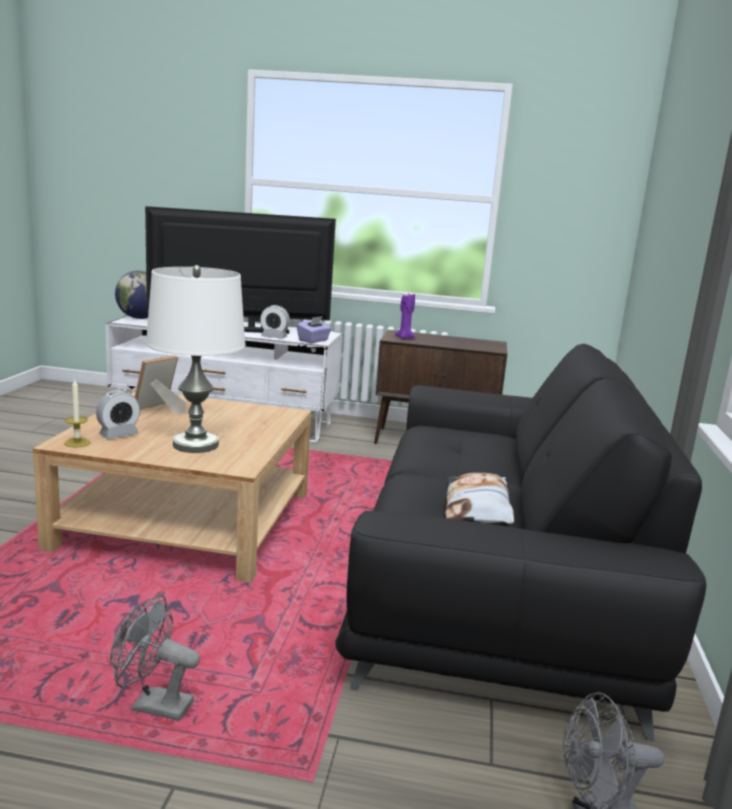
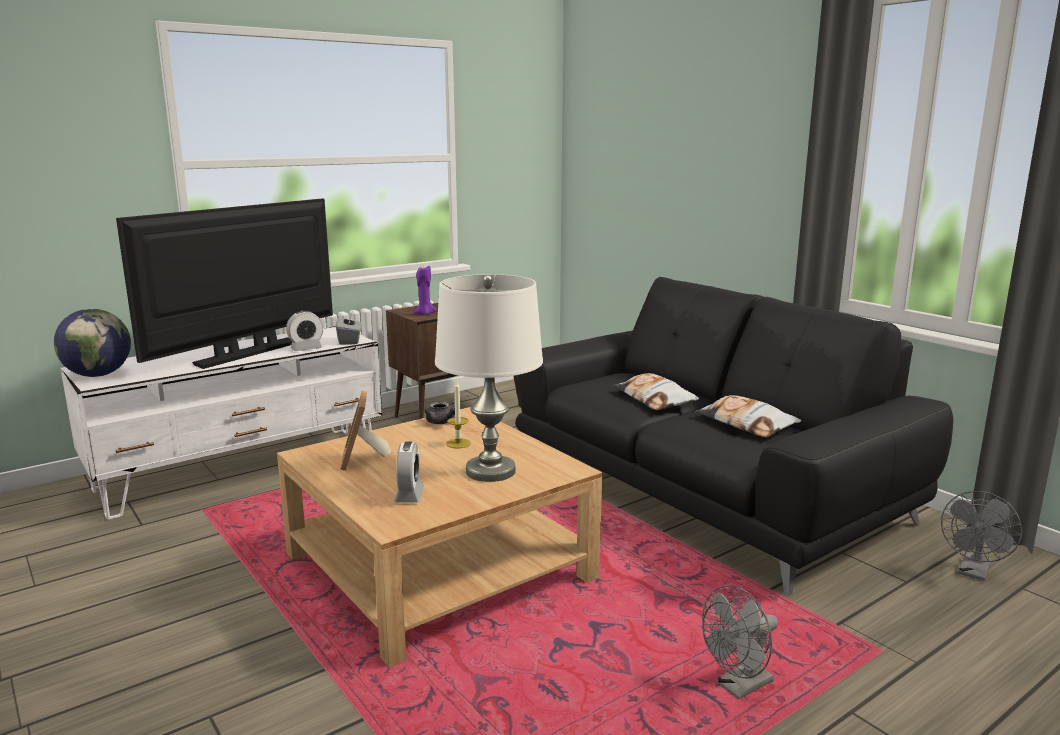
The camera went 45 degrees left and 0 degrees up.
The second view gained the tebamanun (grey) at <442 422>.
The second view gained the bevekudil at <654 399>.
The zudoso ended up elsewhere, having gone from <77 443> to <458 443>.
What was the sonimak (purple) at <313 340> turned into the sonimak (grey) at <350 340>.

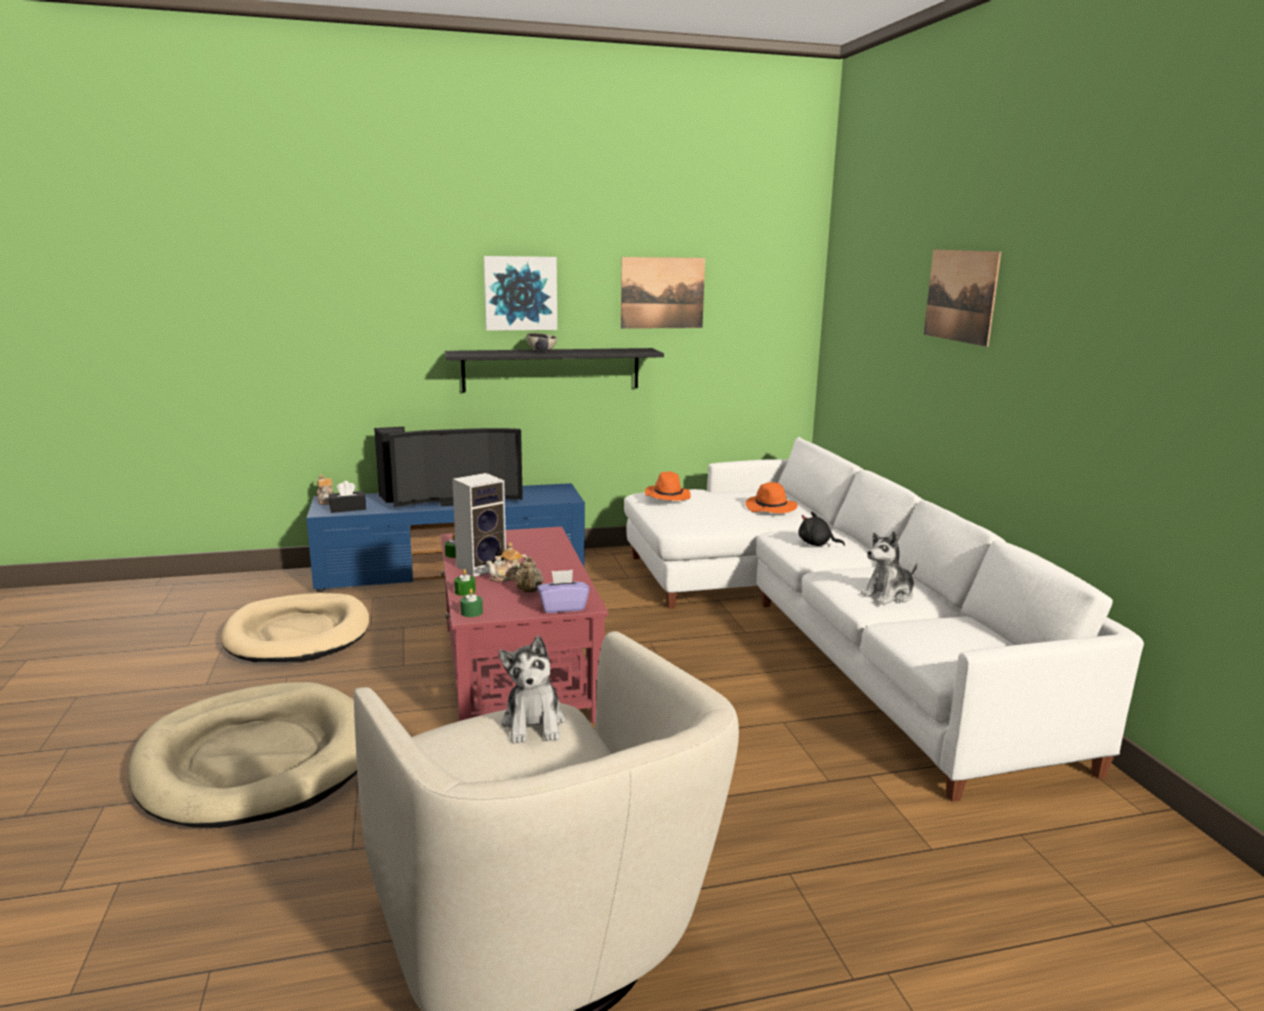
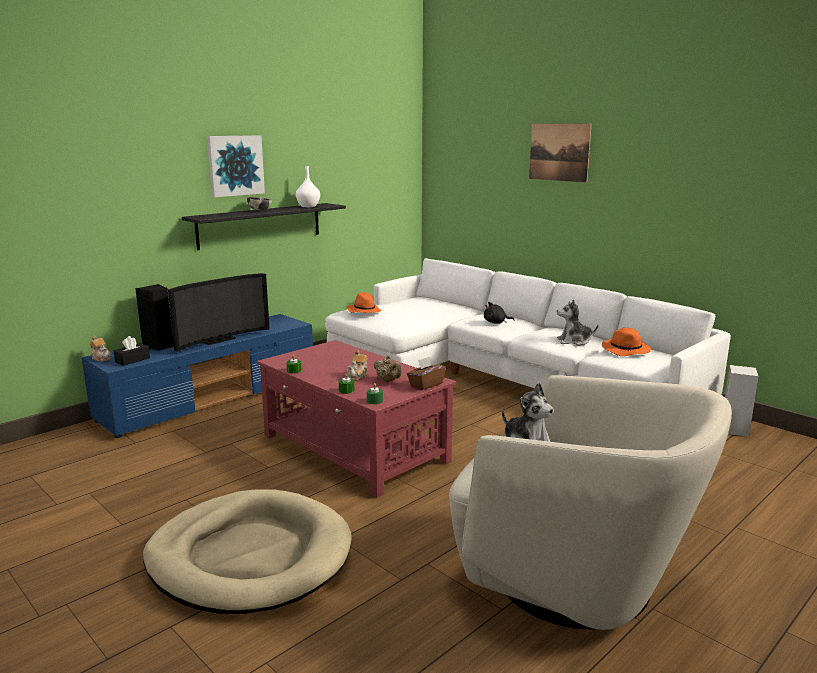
The camera went 30 degrees left and 0 degrees up.
The second view lost the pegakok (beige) at <298 634>.
The second view lost the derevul at <662 293>.
The second view gained the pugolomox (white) at <308 206>.
The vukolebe ended up elsewhere, having gone from <482 566> to <733 429>.
The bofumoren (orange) ended up elsewhere, having gone from <771 508> to <626 350>.
What was the sonimak (purple) at <562 607> turned into the sonimak (brown) at <426 385>.
The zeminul at <889 595> ended up facing another way, 60 degrees clockwise from before.

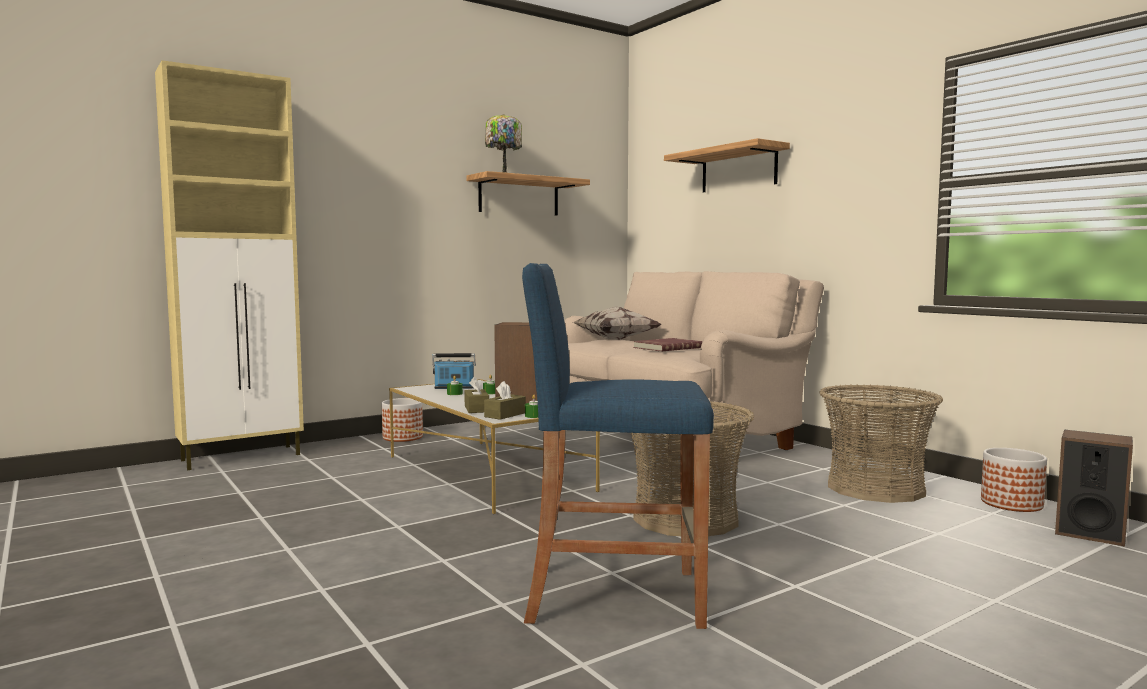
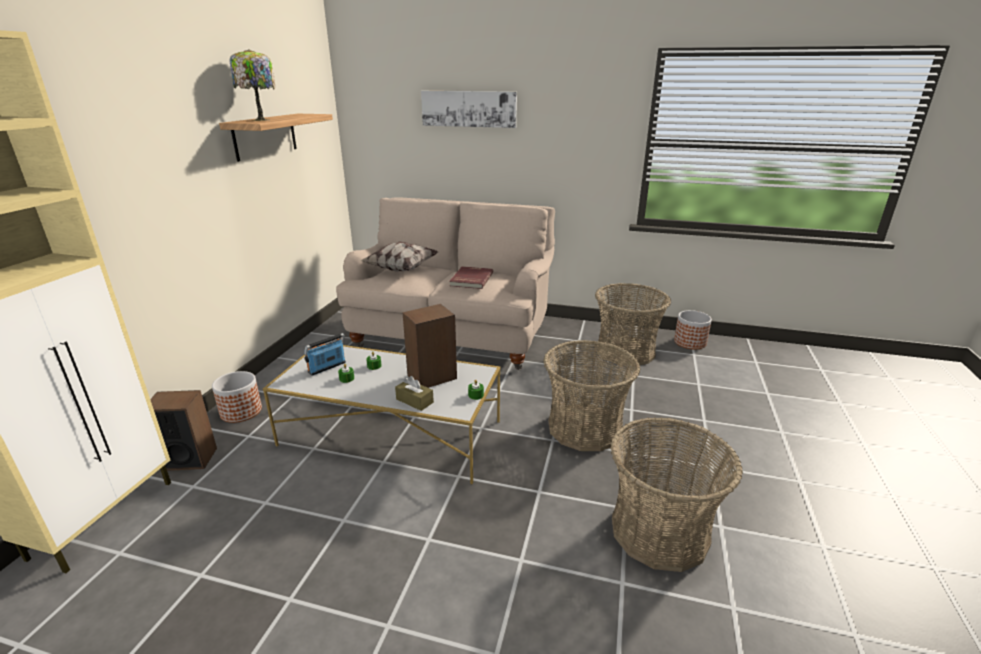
The camera went 40 degrees left and 20 degrees up.
The second view lost the sonimak (brown) at <505 415>.
The vukolebe ended up elsewhere, having gone from <1089 533> to <190 459>.
Where the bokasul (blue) stood at <614 596>, the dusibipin came to stand at <659 531>.
Where the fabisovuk hung at <738 169>, the derevul came to hang at <469 108>.

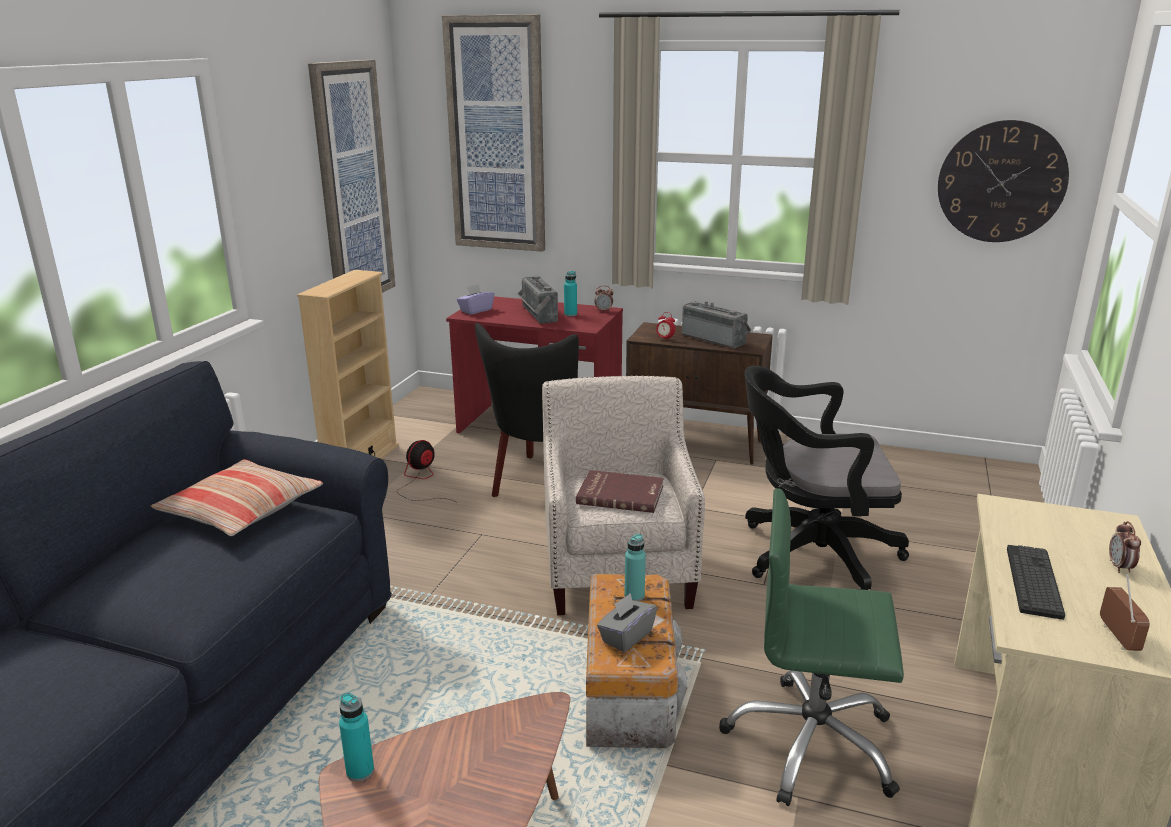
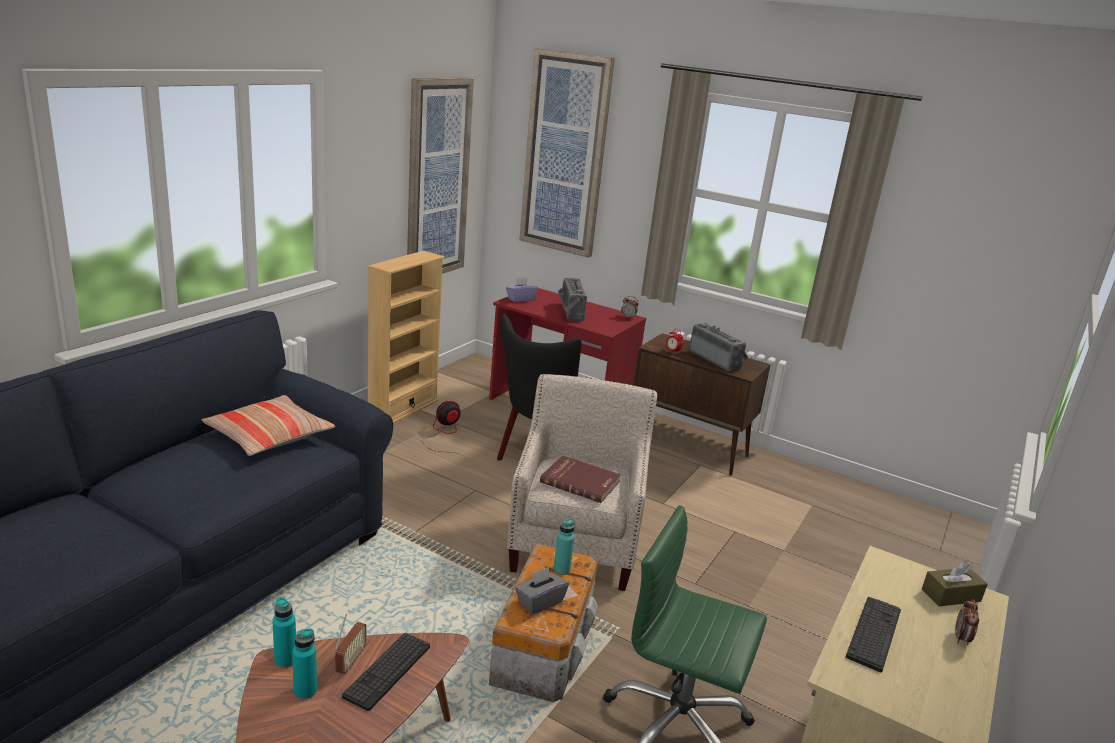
The camera went 10 degrees right and 0 degrees up.
The second view lost the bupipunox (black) at <810 555>.
The second view lost the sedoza at <1001 182>.
The second view gained the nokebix at <388 671>.
The second view gained the sonimak (brown) at <951 595>.
The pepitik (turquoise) ended up elsewhere, having gone from <570 314> to <305 691>.
The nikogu ended up elsewhere, having gone from <1117 637> to <350 661>.

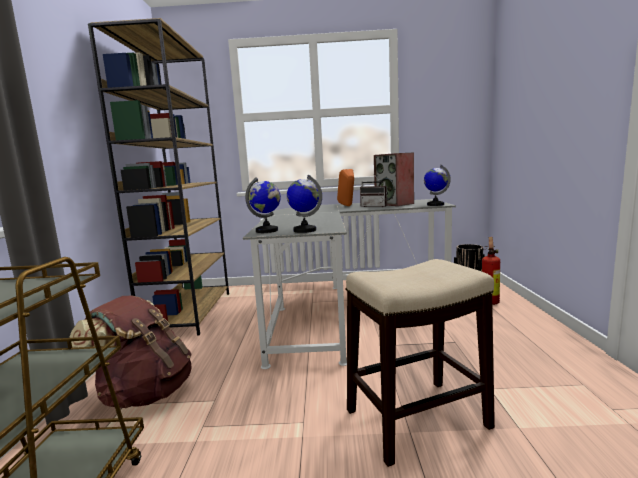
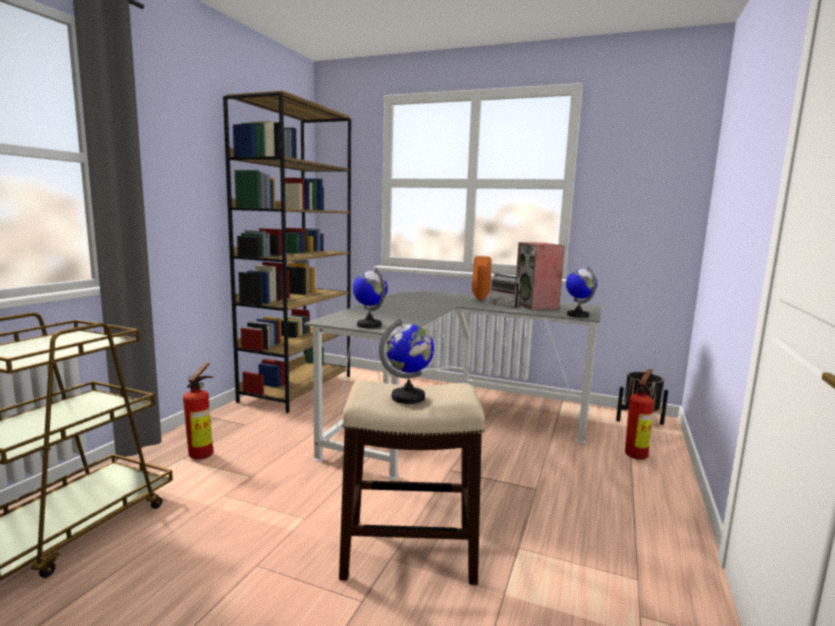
The camera went 20 degrees right and 0 degrees up.
The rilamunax ended up elsewhere, having gone from <267 231> to <408 397>.
Where the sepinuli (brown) stood at <145 393>, the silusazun came to stand at <204 454>.

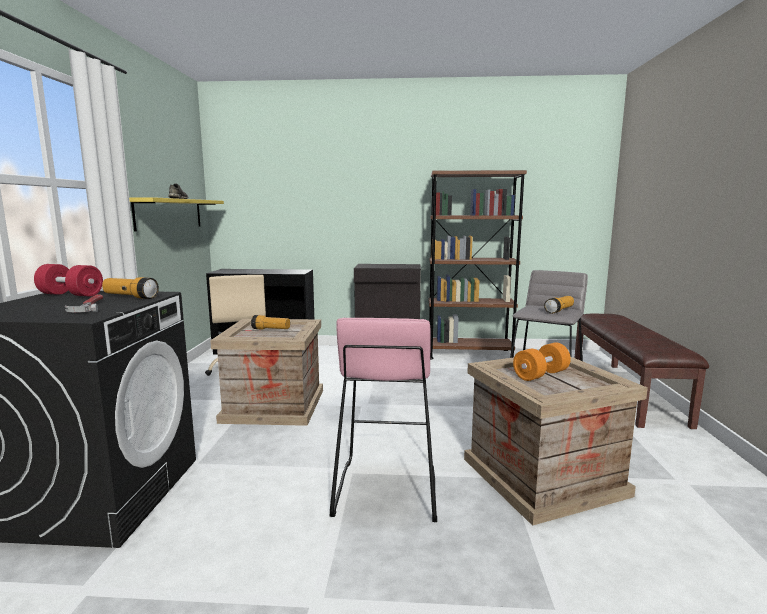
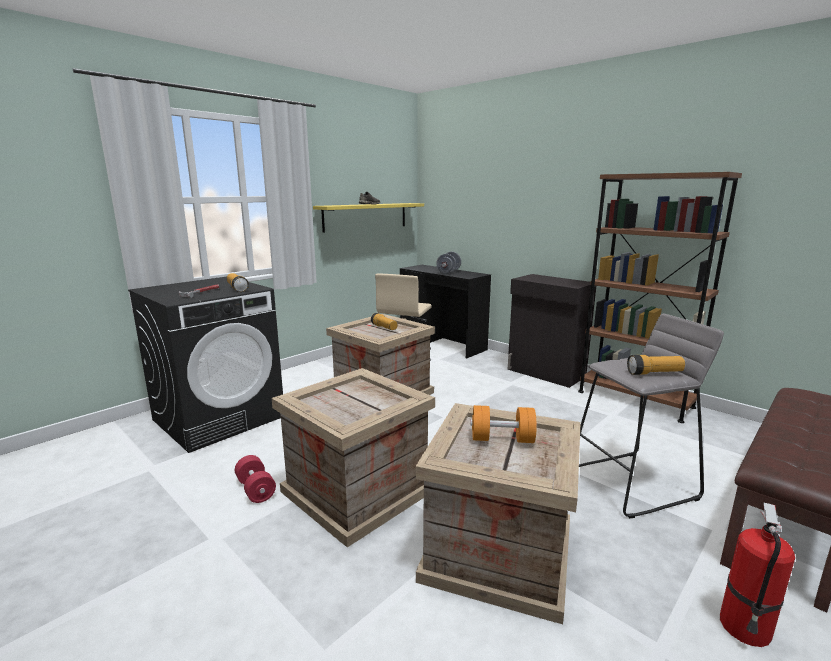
The camera went 40 degrees right and 5 degrees up.
The second view gained the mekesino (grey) at <448 272>.
The second view gained the silusazun at <745 629>.
The mekesino (red) ended up elsewhere, having gone from <71 295> to <256 489>.
Where the bokasul (pink) stood at <385 490>, the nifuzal came to stand at <355 492>.

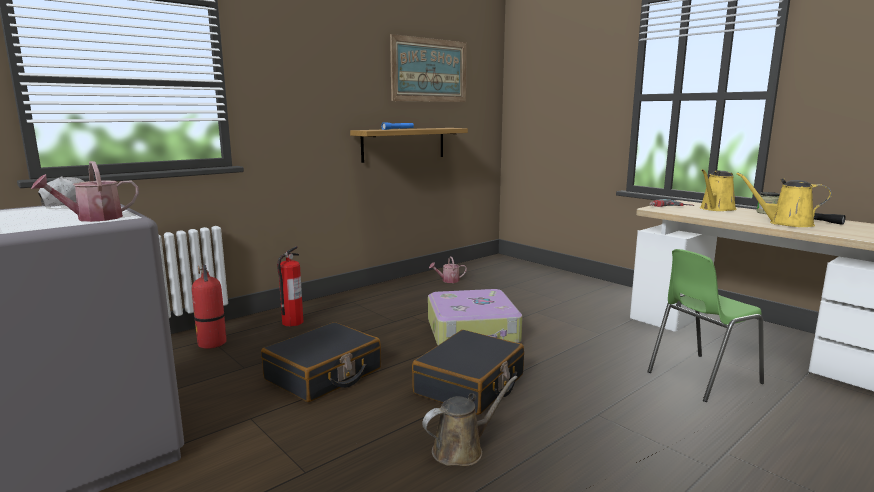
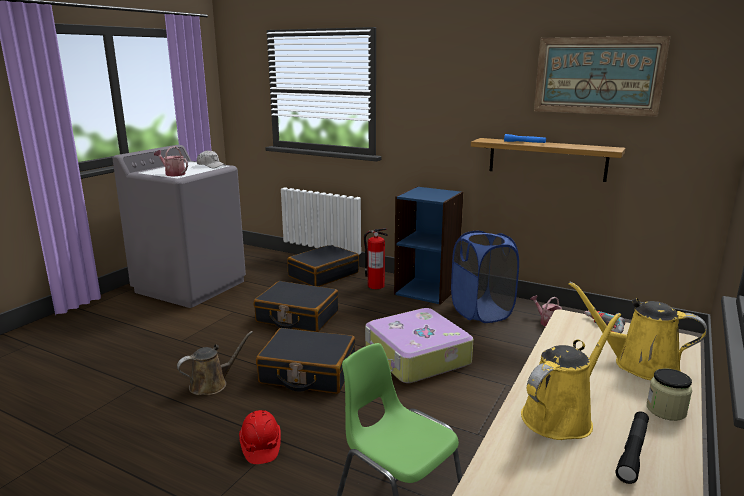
The camera went 70 degrees right and 5 degrees up.
The second view gained the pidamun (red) at <260 446>.
The second view gained the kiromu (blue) at <427 290>.
The second view gained the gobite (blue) at <481 312>.
Where the silusazun stood at <212 343>, the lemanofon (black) came to stand at <323 274>.
The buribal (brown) at <462 450> ended up facing another way, 75 degrees counterclockwise from before.
The buribal (yellow) at <786 223> ended up facing another way, 45 degrees clockwise from before.

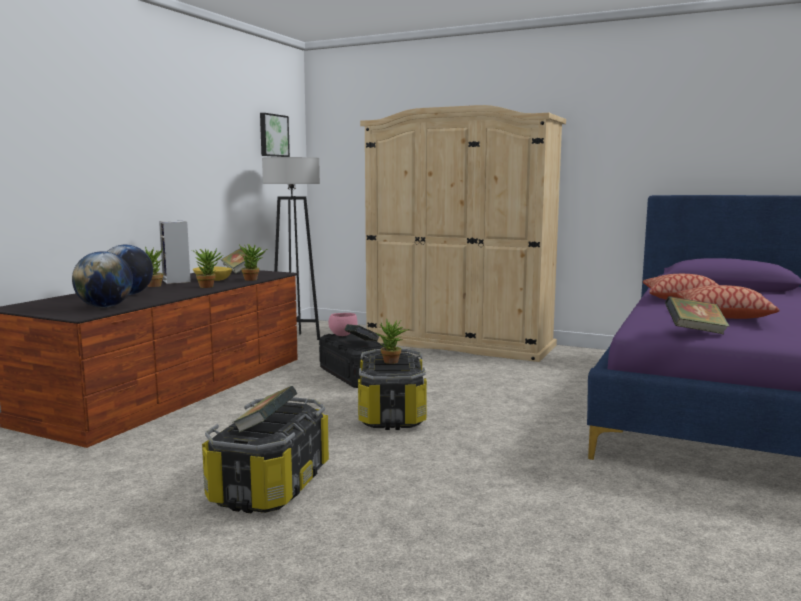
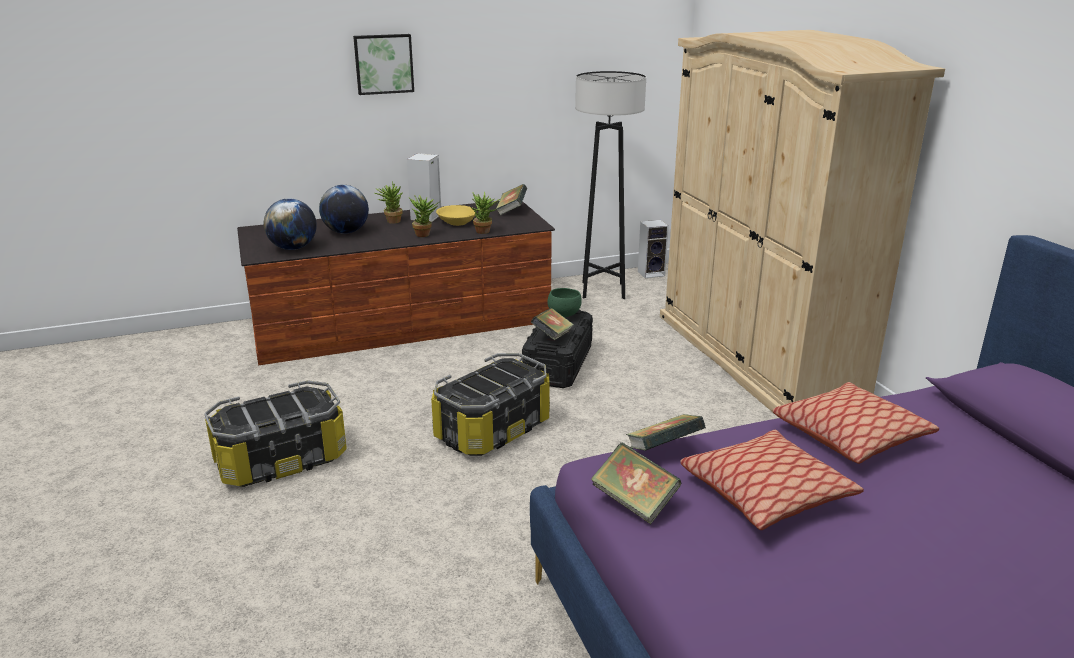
The camera went 45 degrees right and 15 degrees up.
The second view lost the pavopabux at <392 362>.
The second view gained the vukolebe at <652 273>.
The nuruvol ended up elsewhere, having gone from <266 426> to <663 450>.
The derevul ended up elsewhere, having gone from <273 135> to <383 64>.
What was the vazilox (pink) at <342 335> turned into the vazilox (green) at <564 315>.

